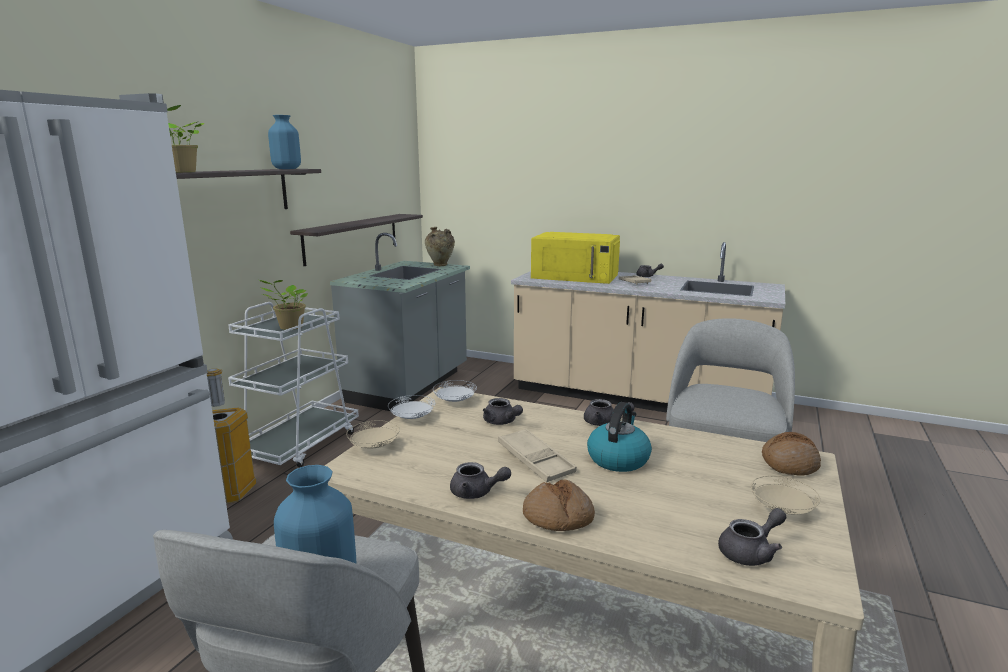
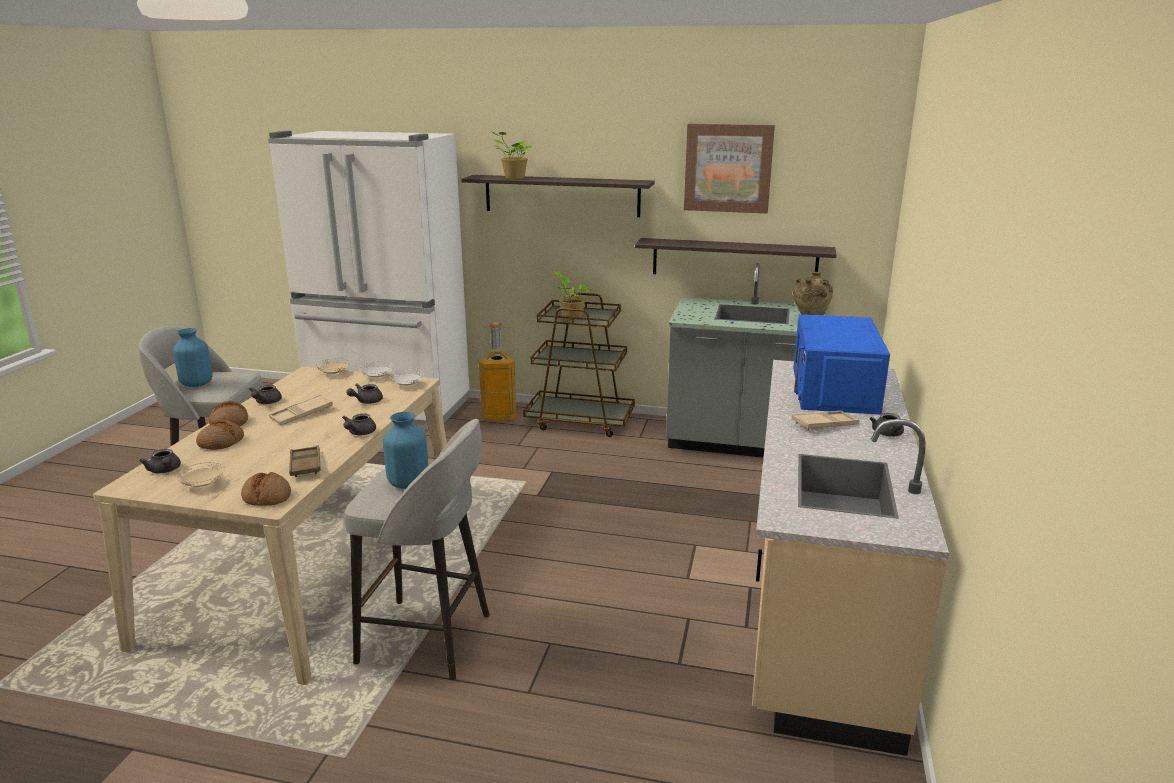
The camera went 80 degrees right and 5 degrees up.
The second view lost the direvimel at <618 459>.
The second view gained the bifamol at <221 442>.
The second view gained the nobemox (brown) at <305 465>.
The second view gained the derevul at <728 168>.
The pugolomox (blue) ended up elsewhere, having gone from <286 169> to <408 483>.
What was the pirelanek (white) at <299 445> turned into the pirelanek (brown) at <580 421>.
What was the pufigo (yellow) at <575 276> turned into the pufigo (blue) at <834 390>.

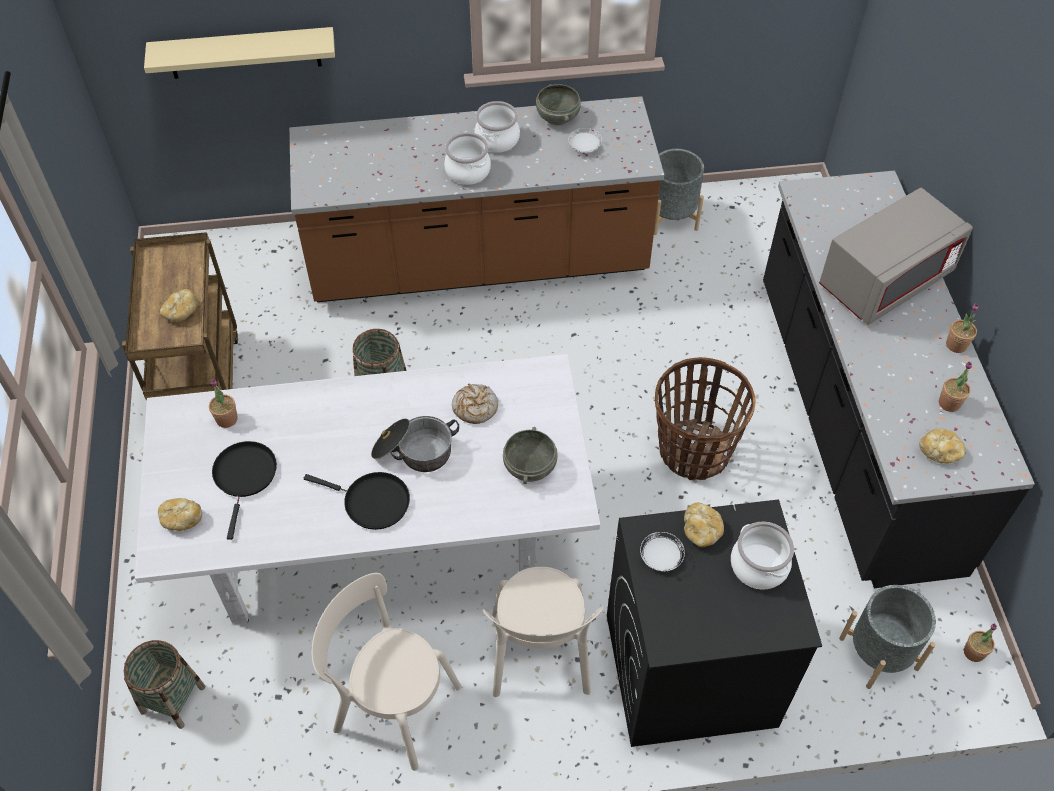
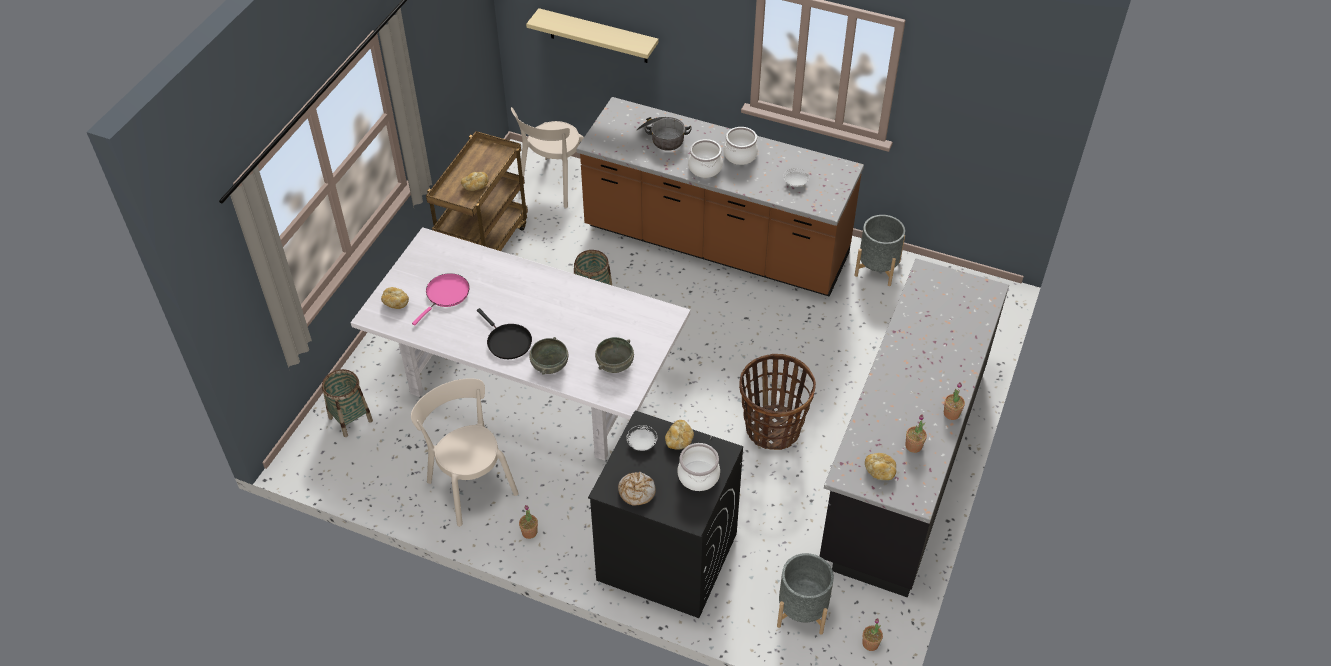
The camera went 30 degrees right and 5 degrees down.
The second view lost the pufigo (grey) at <885 281>.
The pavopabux ended up elsewhere, having gone from <227 419> to <529 532>.
The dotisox ended up elsewhere, having gone from <414 451> to <662 138>.
The bifamol ended up elsewhere, having gone from <475 407> to <636 491>.
The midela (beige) ended up elsewhere, having gone from <540 658> to <554 185>.
The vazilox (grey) ended up elsewhere, having gone from <557 117> to <549 365>.
What was the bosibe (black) at <245 476> turned into the bosibe (pink) at <446 295>.

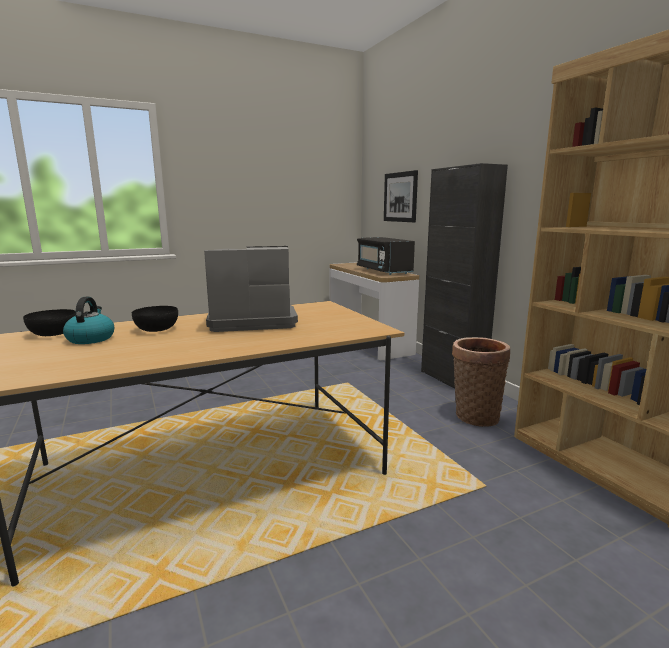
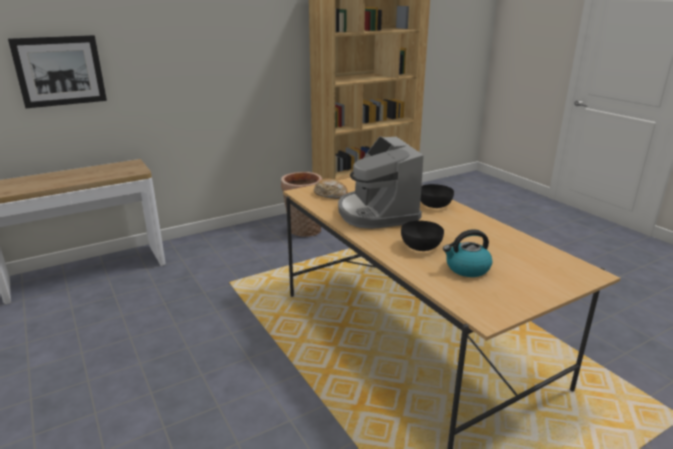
The camera went 95 degrees left and 10 degrees up.
The second view lost the pufigo (black) at <383 271>.
The second view lost the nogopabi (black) at <452 379>.
The second view gained the bifamol at <331 195>.
The vazilox (black) ended up elsewhere, having gone from <53 333> to <434 205>.

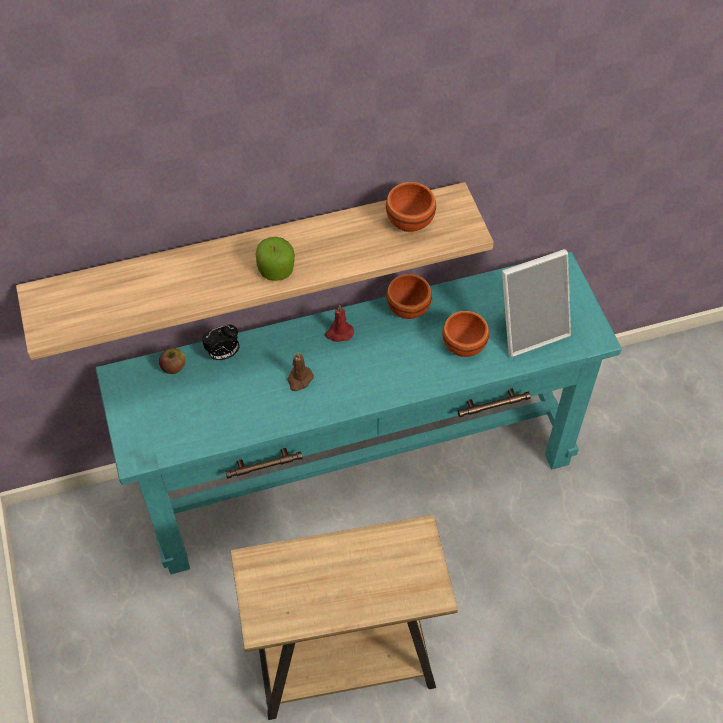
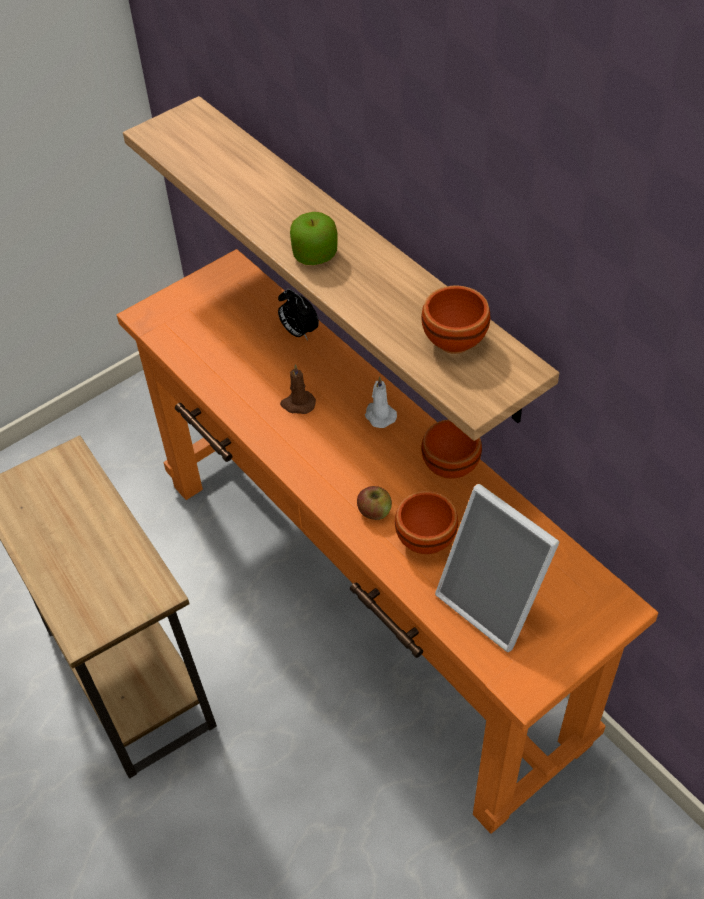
The camera went 70 degrees right and 5 degrees down.
The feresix ended up elsewhere, having gone from <173 367> to <374 511>.
What was the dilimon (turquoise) at <360 473> turned into the dilimon (orange) at <364 605>.
What was the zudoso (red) at <339 333> turned into the zudoso (white) at <379 415>.

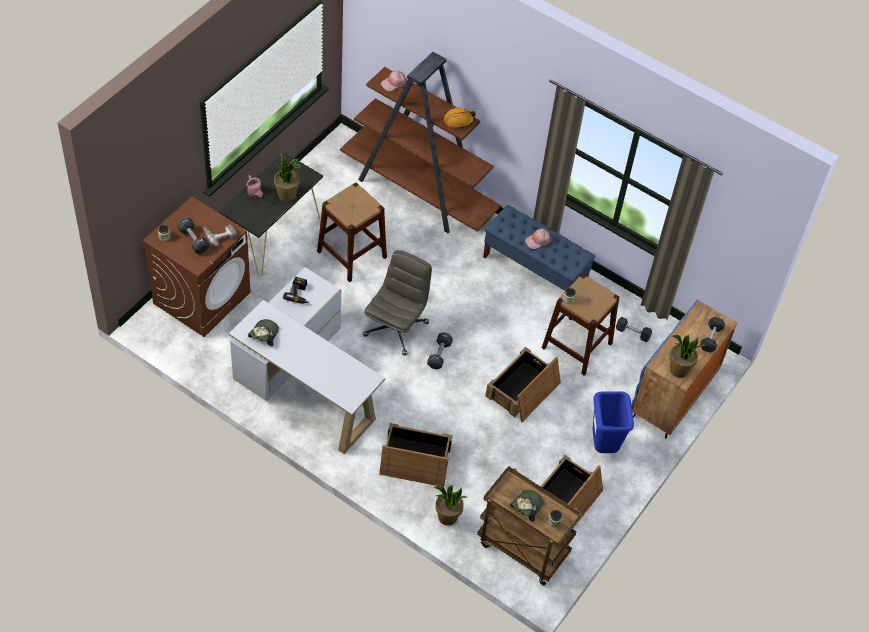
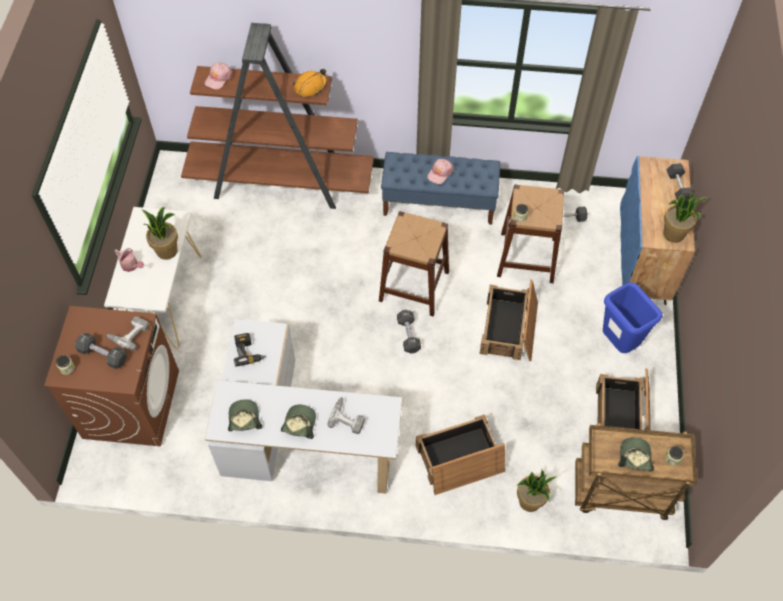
The camera went 25 degrees left and 5 degrees up.
The second view lost the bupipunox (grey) at <396 328>.
The second view gained the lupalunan at <299 424>.
The second view gained the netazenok at <348 417>.
The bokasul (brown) ended up elsewhere, having gone from <352 254> to <414 286>.
What was the dilimon (black) at <273 235> turned into the dilimon (white) at <164 298>.

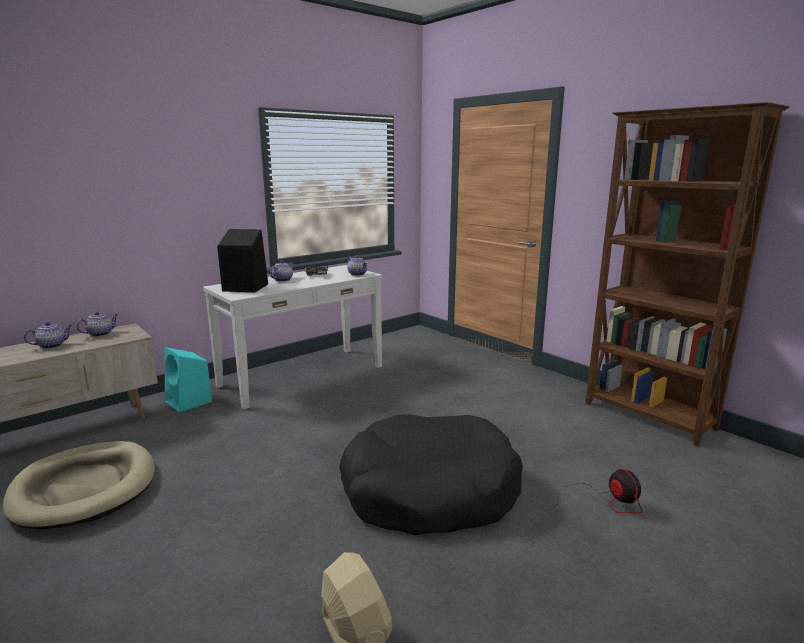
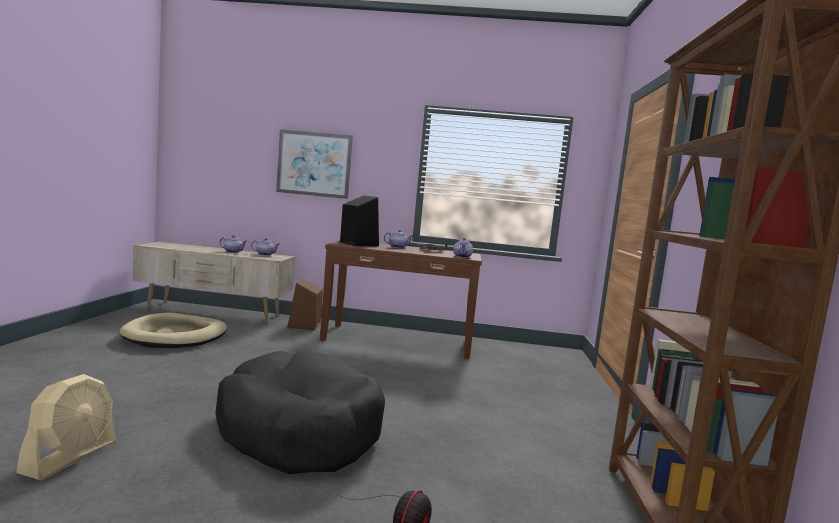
The camera went 45 degrees right and 10 degrees down.
The second view gained the derevul at <314 164>.
What was the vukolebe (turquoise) at <189 402> turned into the vukolebe (brown) at <304 326>.
What was the dilimon (white) at <302 375> turned into the dilimon (brown) at <398 340>.

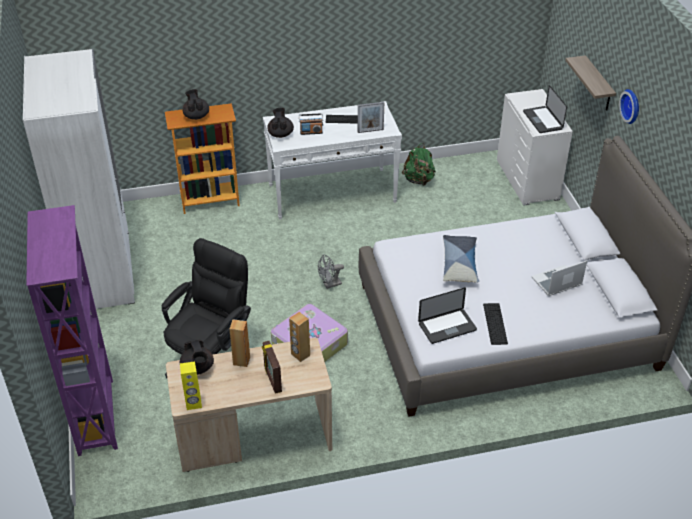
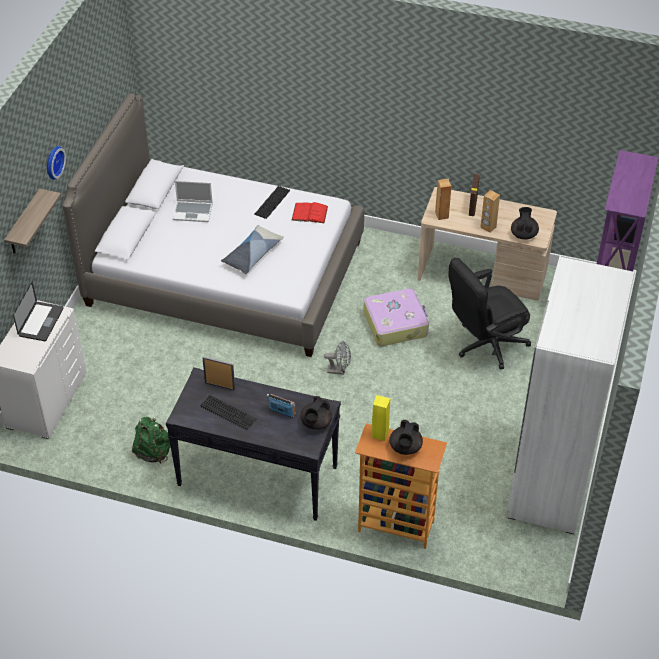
The camera went 150 degrees left and 5 degrees up.
The vukolebe (yellow) ended up elsewhere, having gone from <193 404> to <380 434>.
Where the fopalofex stood at <447 327>, the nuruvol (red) came to stand at <309 213>.
What was the dilimon (white) at <332 193> turned into the dilimon (black) at <257 476>.

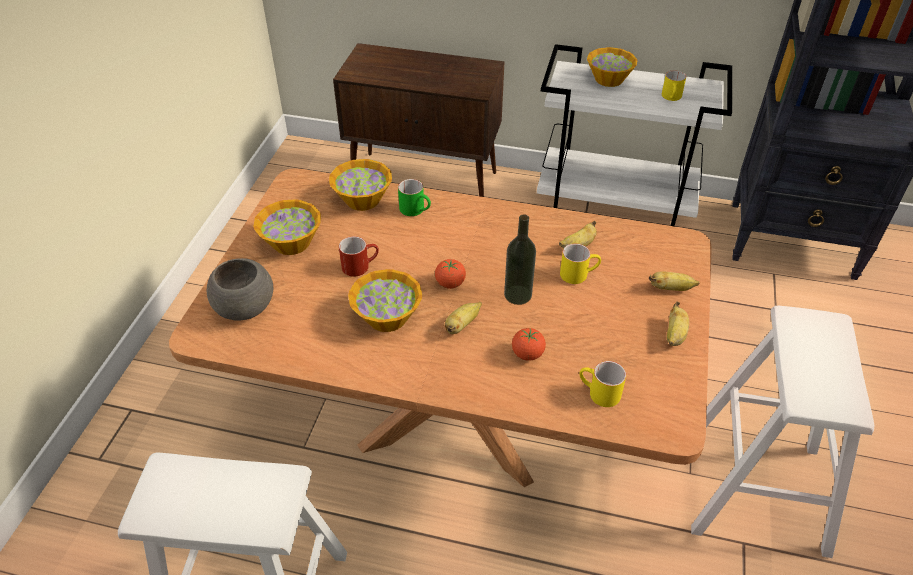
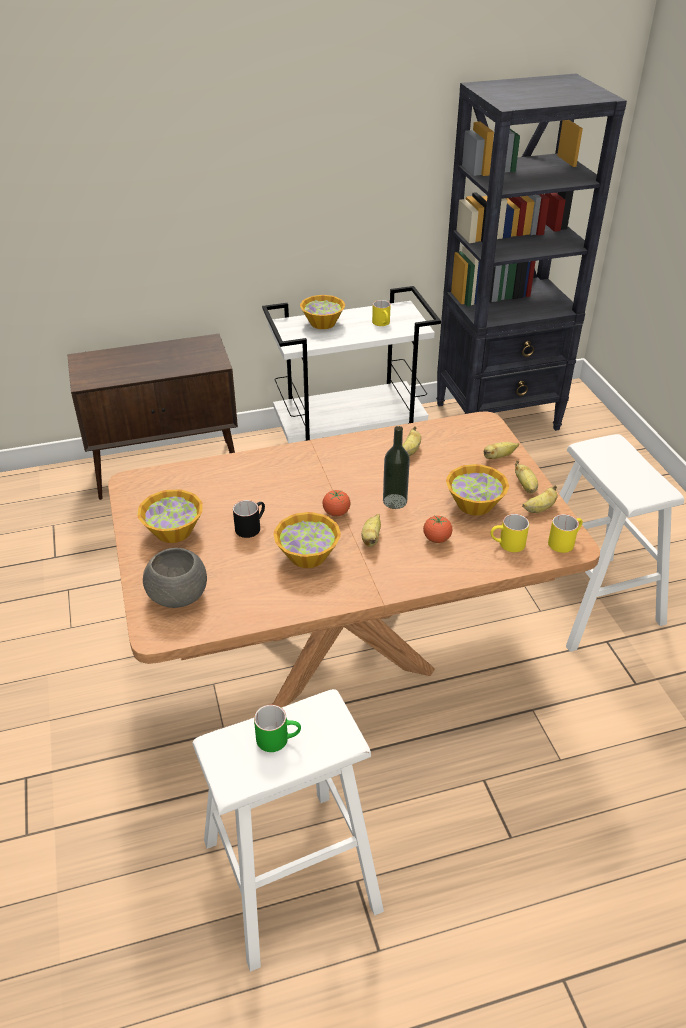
The camera went 30 degrees left and 5 degrees down.
The second view gained the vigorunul at <539 509>.
The vazilox ended up elsewhere, having gone from <362 199> to <474 504>.
The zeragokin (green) ended up elsewhere, having gone from <416 210> to <278 738>.
The zeragokin (yellow) ended up elsewhere, having gone from <578 274> to <564 541>.
What was the zeragokin (red) at <360 265> turned into the zeragokin (black) at <251 526>.

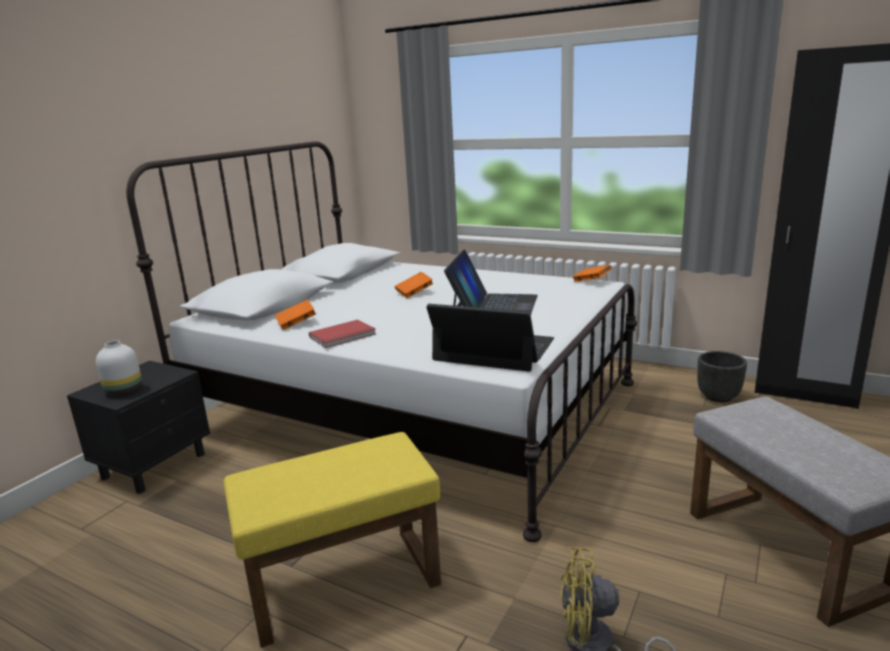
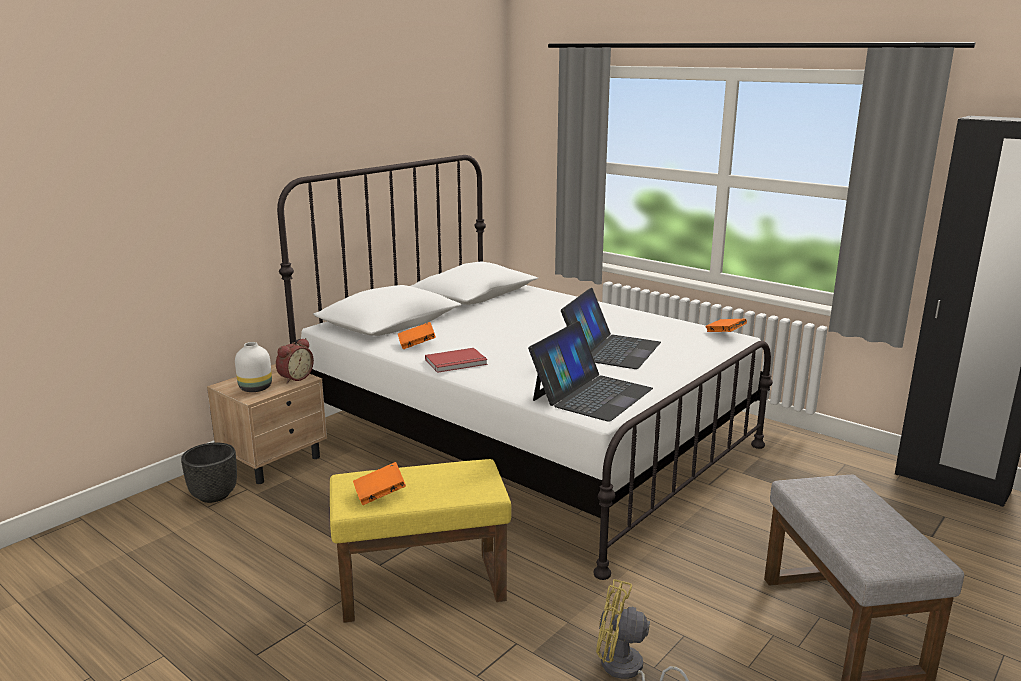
The camera went 10 degrees right and 0 degrees up.
The second view gained the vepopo at <294 378>.
The nuruvol (orange) ended up elsewhere, having gone from <414 293> to <379 494>.
The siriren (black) ended up elsewhere, having gone from <718 396> to <214 495>.
What was the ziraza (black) at <155 465> turned into the ziraza (beige) at <275 461>.
The fopalofex at <494 350> ended up facing another way, 90 degrees clockwise from before.

